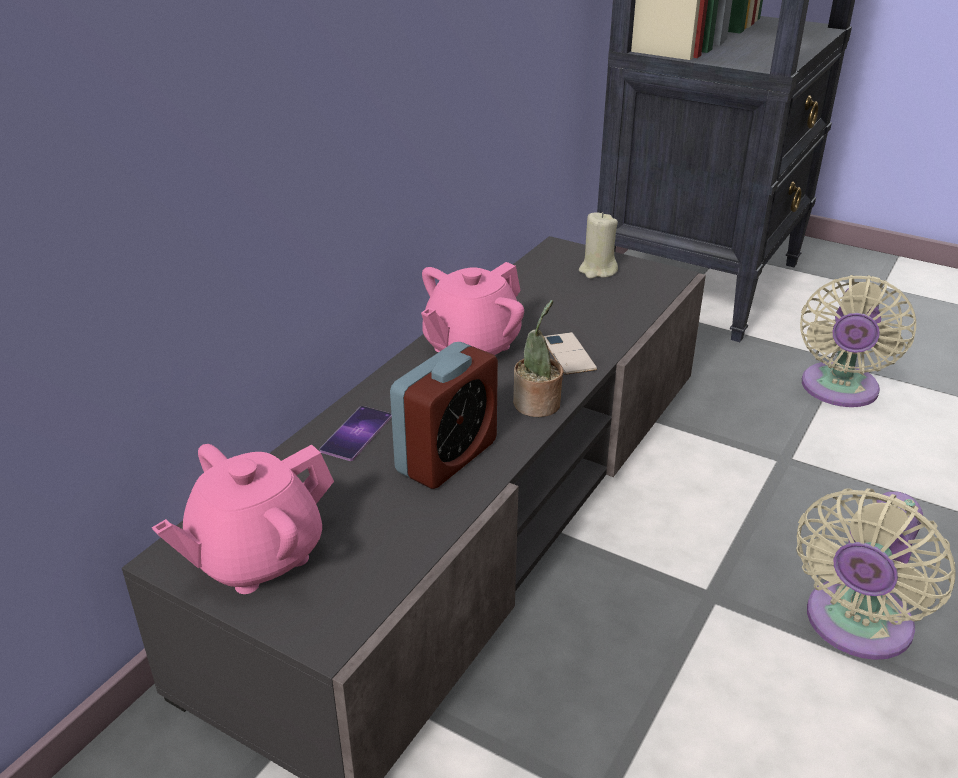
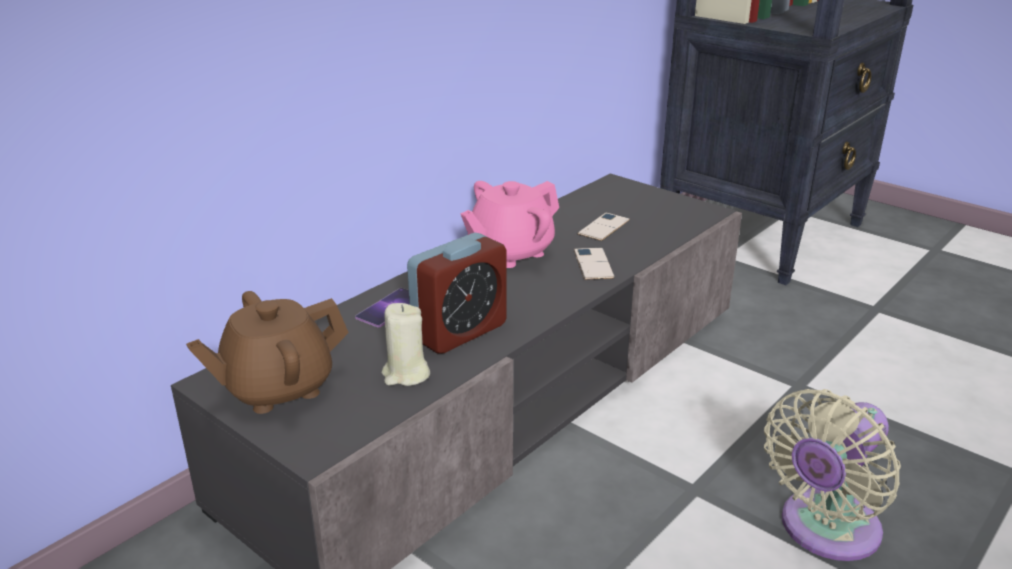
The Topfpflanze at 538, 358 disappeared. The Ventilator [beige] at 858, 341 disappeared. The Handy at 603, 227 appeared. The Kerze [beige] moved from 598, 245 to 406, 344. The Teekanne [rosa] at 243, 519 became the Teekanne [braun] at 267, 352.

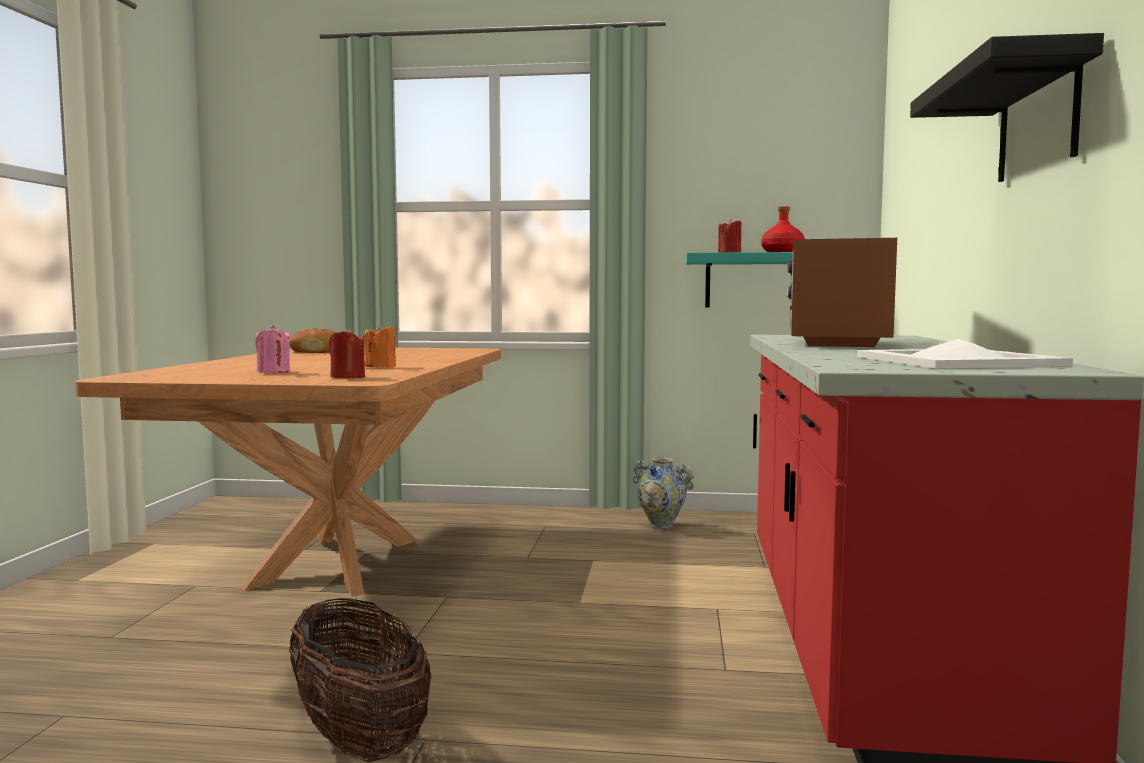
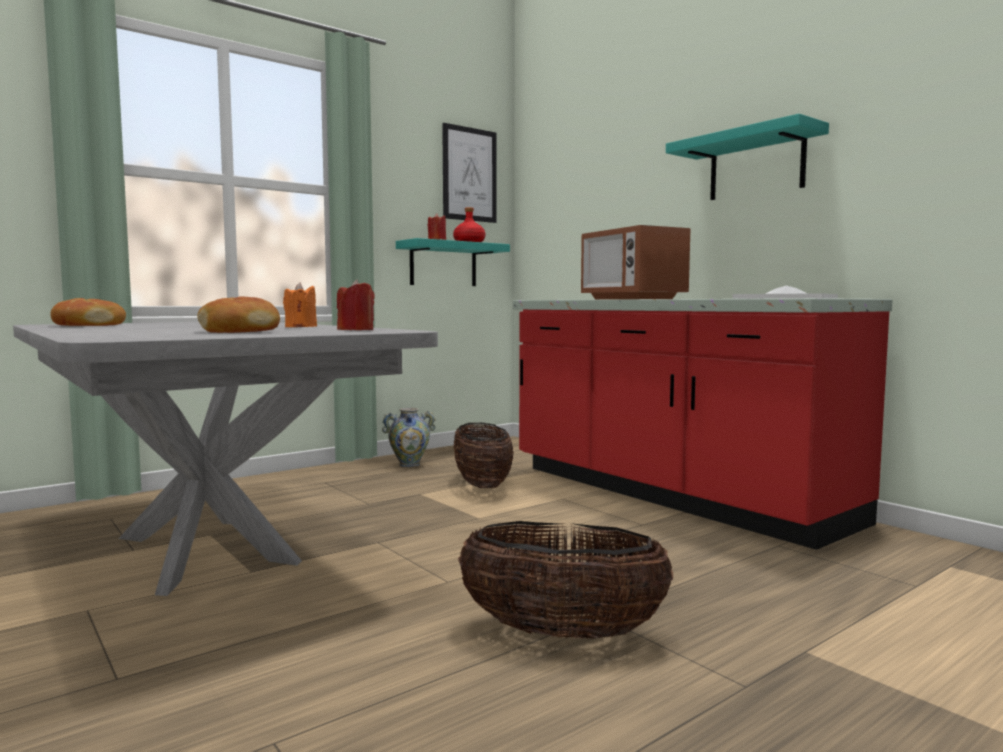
The Bild at 469, 173 appeared. The Korb at 484, 456 appeared. The Kerze [rosa] at 272, 349 was replaced by the Brot at 238, 314. The Esstisch [braun] at 288, 472 became the Esstisch [grau] at 225, 459. The Wandregal [schwarz] at 1007, 107 became the Wandregal [türkis] at 747, 157.

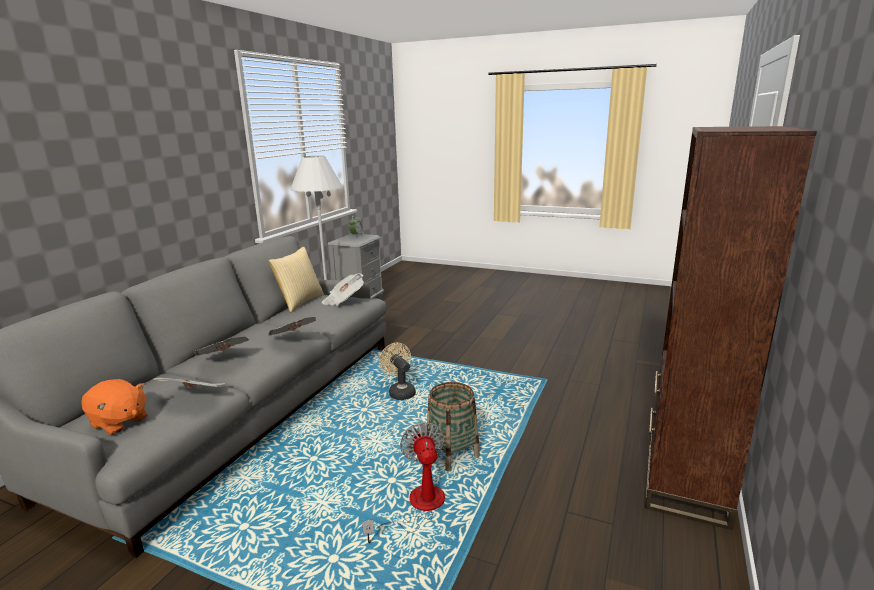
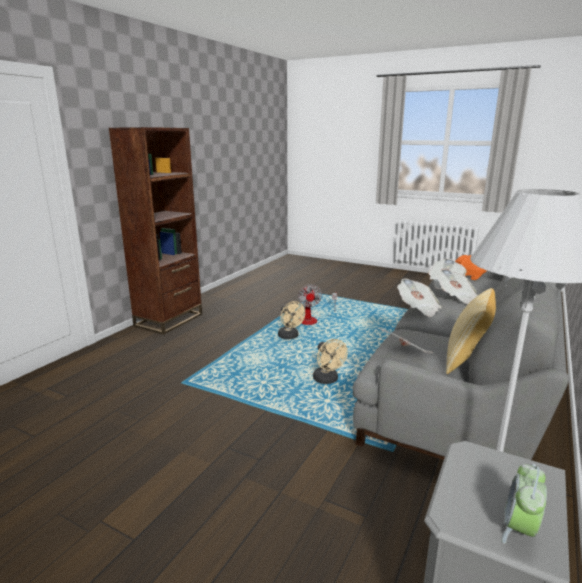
The Korb at 453, 426 was replaced by the Ventilator [beige] at 292, 320.

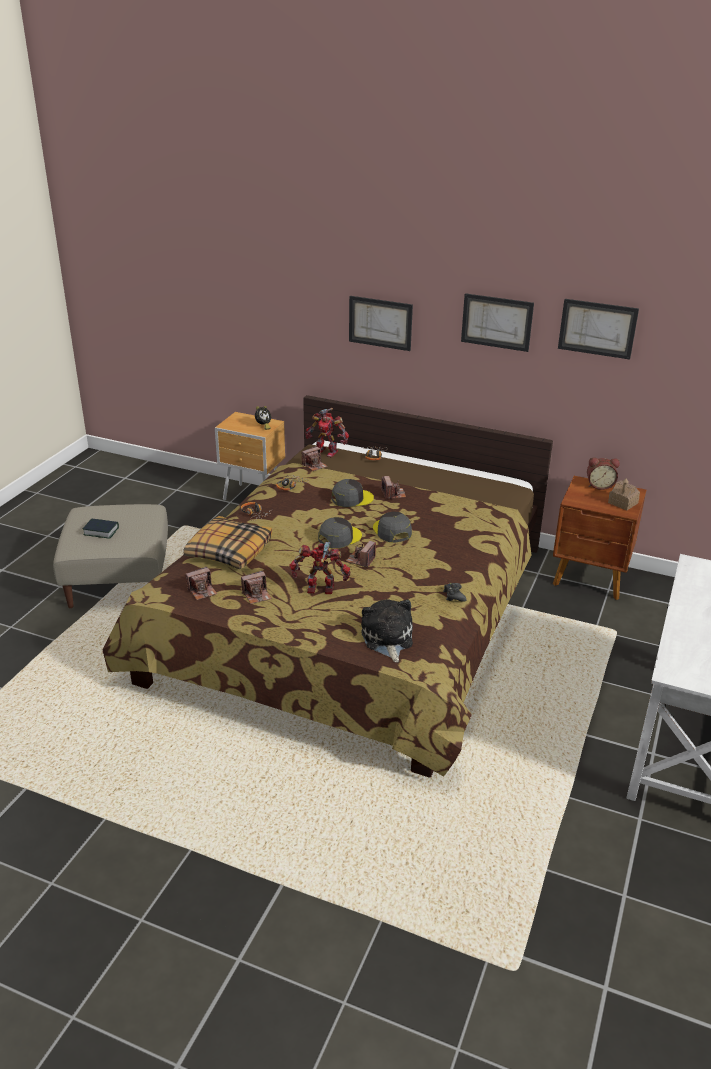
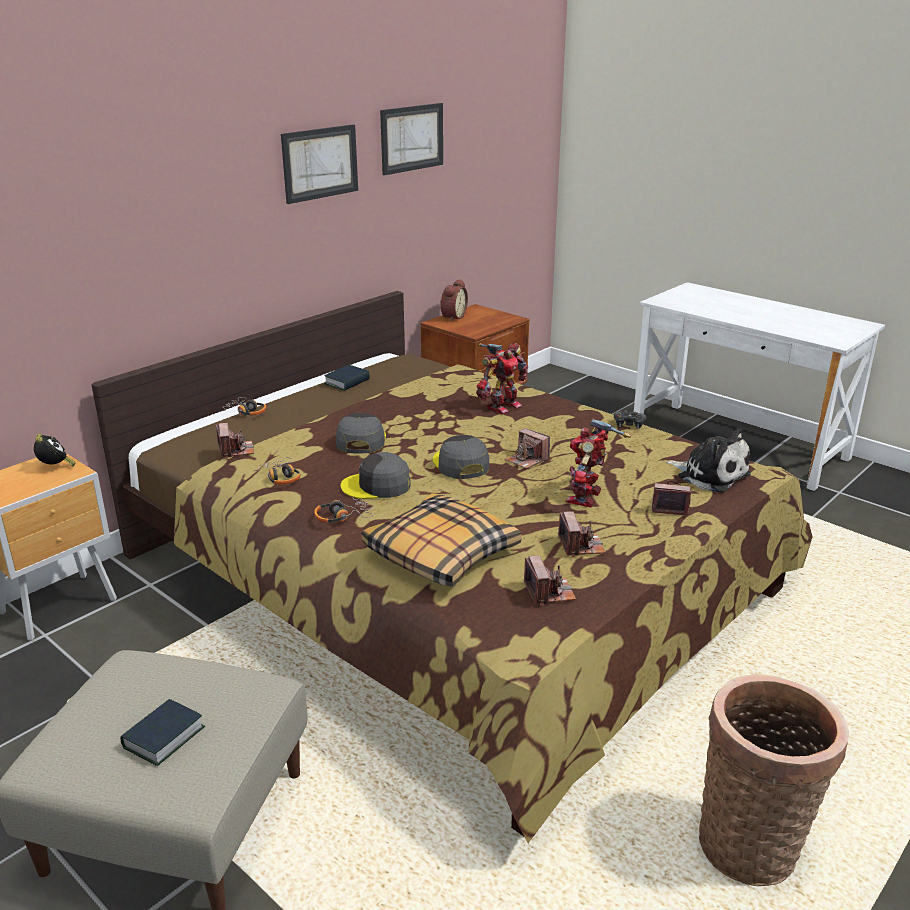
The Bild at 381, 323 disappeared. The Spielzeughaus at 624, 494 disappeared. The Buch at 347, 378 appeared. The Korb at 774, 780 appeared. The Spielzeugroboter moved from 327, 432 to 502, 379. The Kappe [grau] moved from 392, 527 to 375, 475. The Kamera moved from 393, 488 to 671, 497. The Plüschtier at 387, 631 turned 150 degrees counterclockwise.

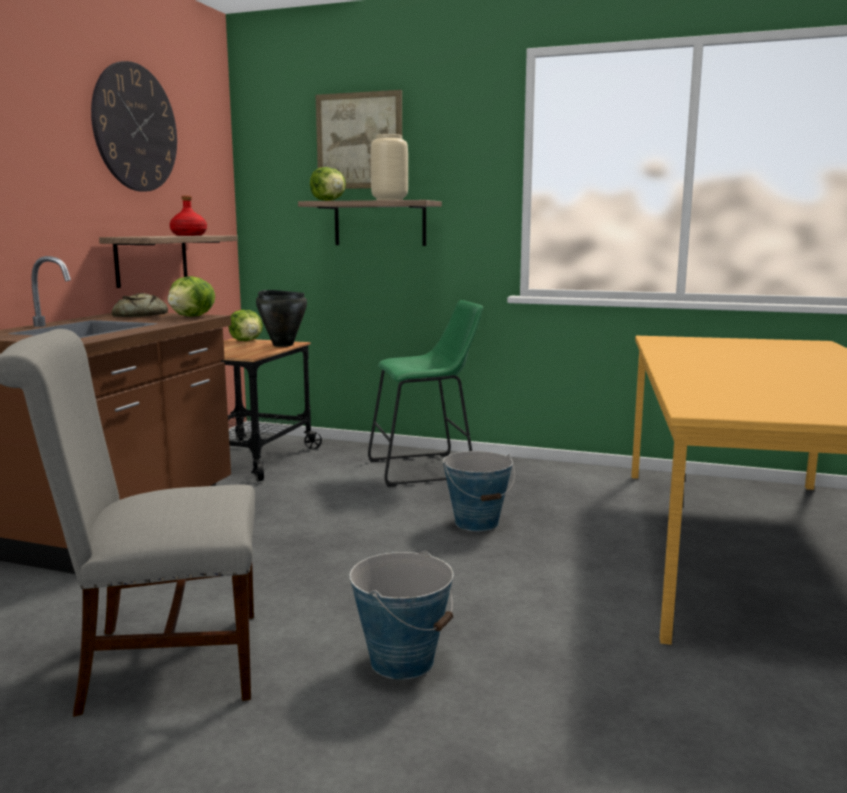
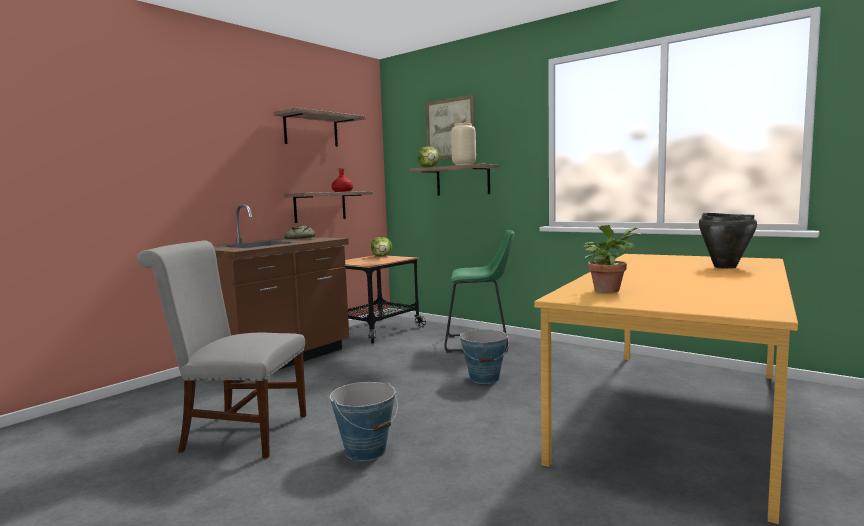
The Salatkopf at 191, 296 disappeared. The Topfpflanze at 611, 259 appeared. The Kochtopf [schwarz] moved from 281, 318 to 728, 241. The Wanduhr at 134, 126 was replaced by the Wandregal at 319, 127.

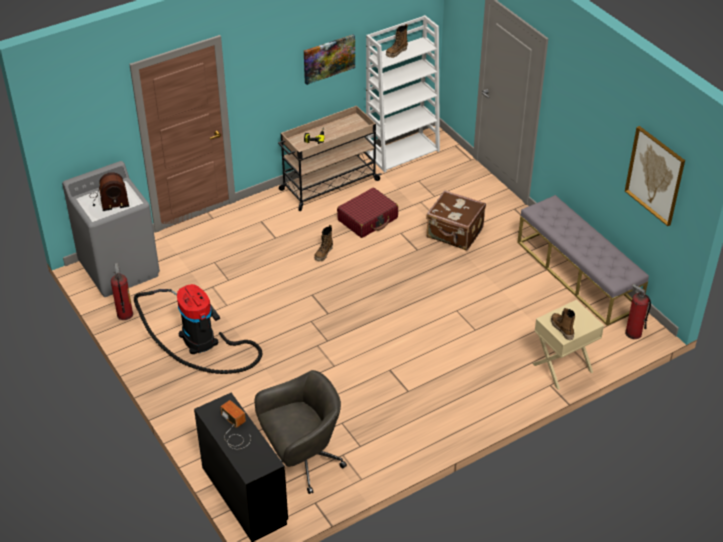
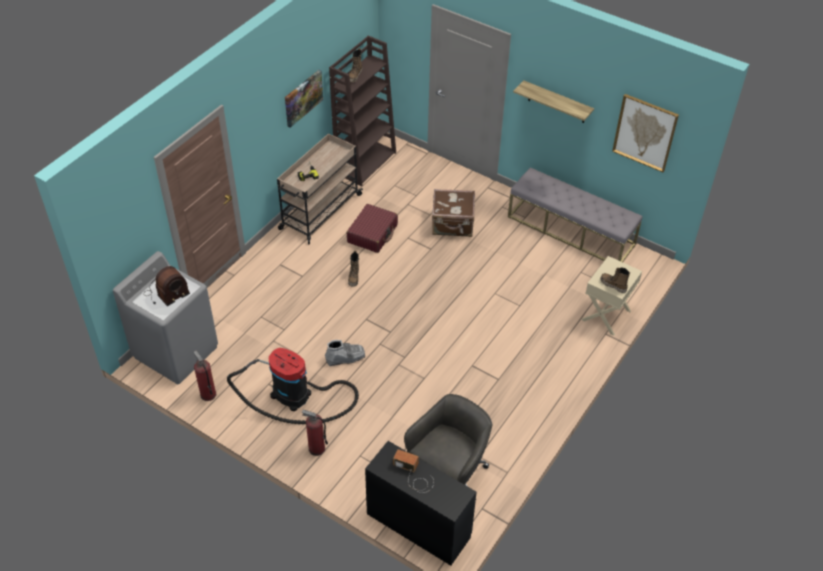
The Stiefel [grau] at 345, 353 appeared. The Wandregal at 553, 101 appeared. The Feuerlöscher moved from 638, 311 to 315, 433. The Bücherregal [weiß] at 403, 93 became the Bücherregal [braun] at 362, 111.

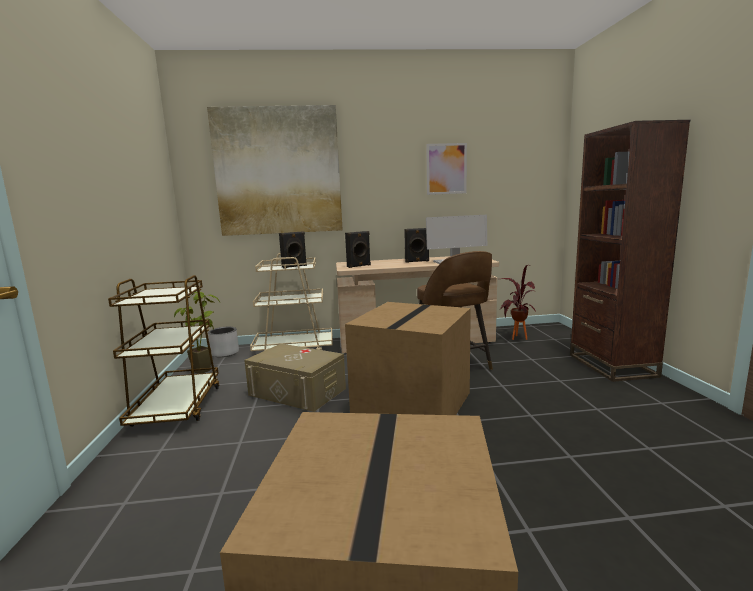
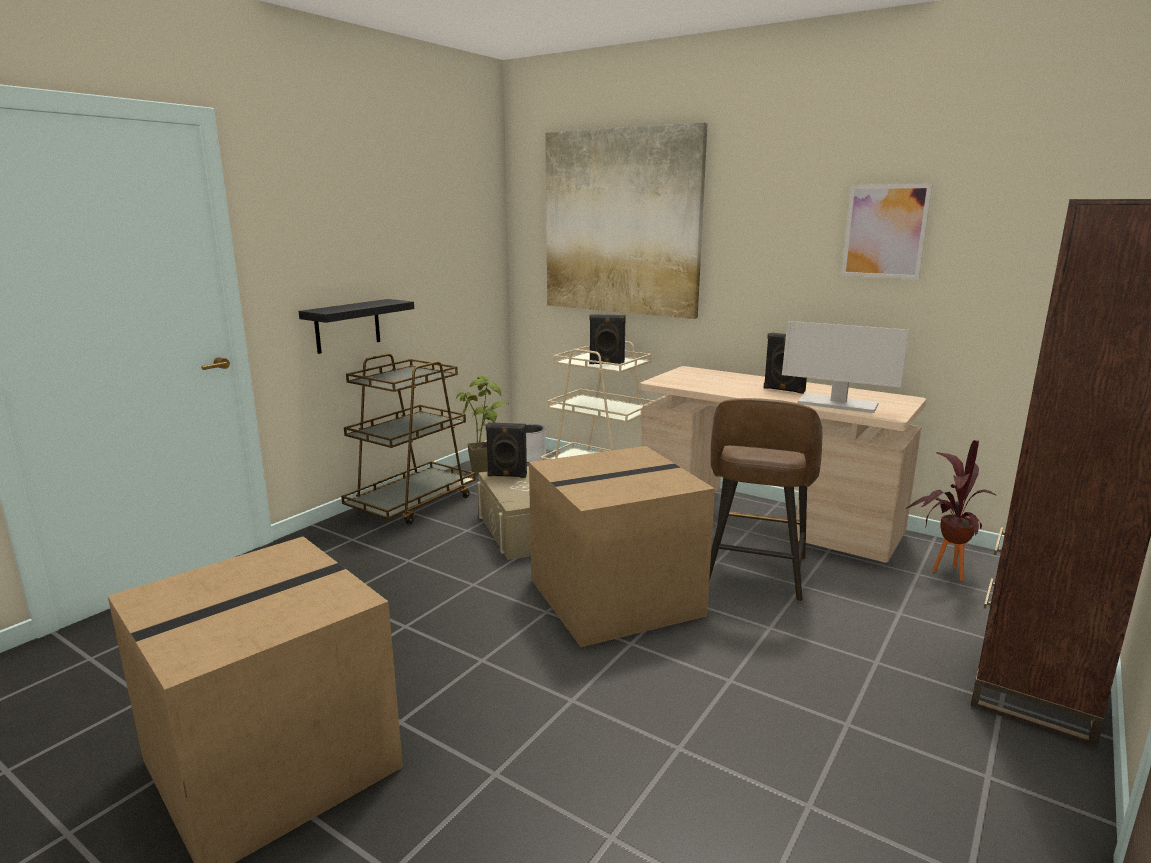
The Wandregal [schwarz] at 356, 326 appeared. The Lautsprecher [schwarz] moved from 358, 249 to 506, 450.

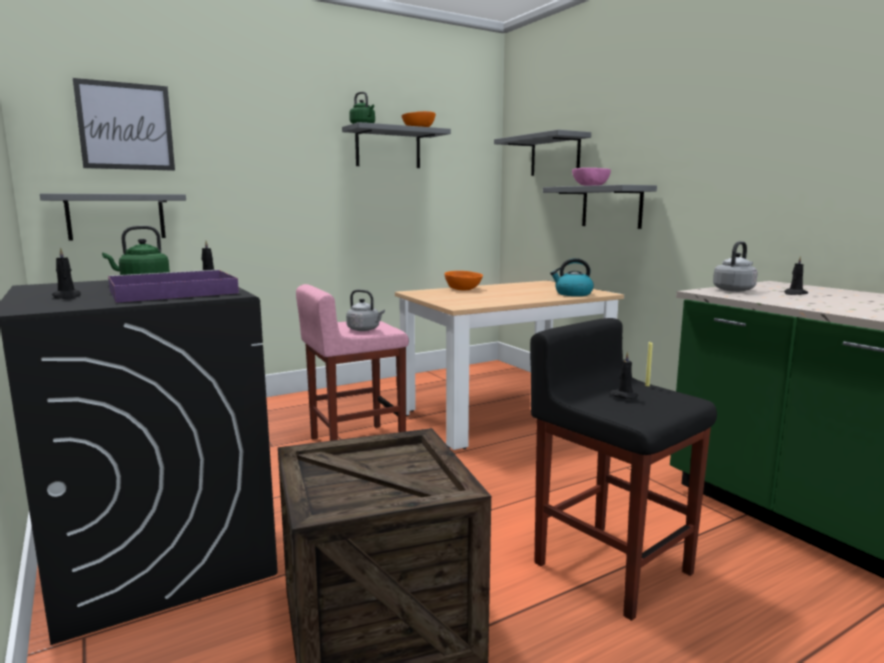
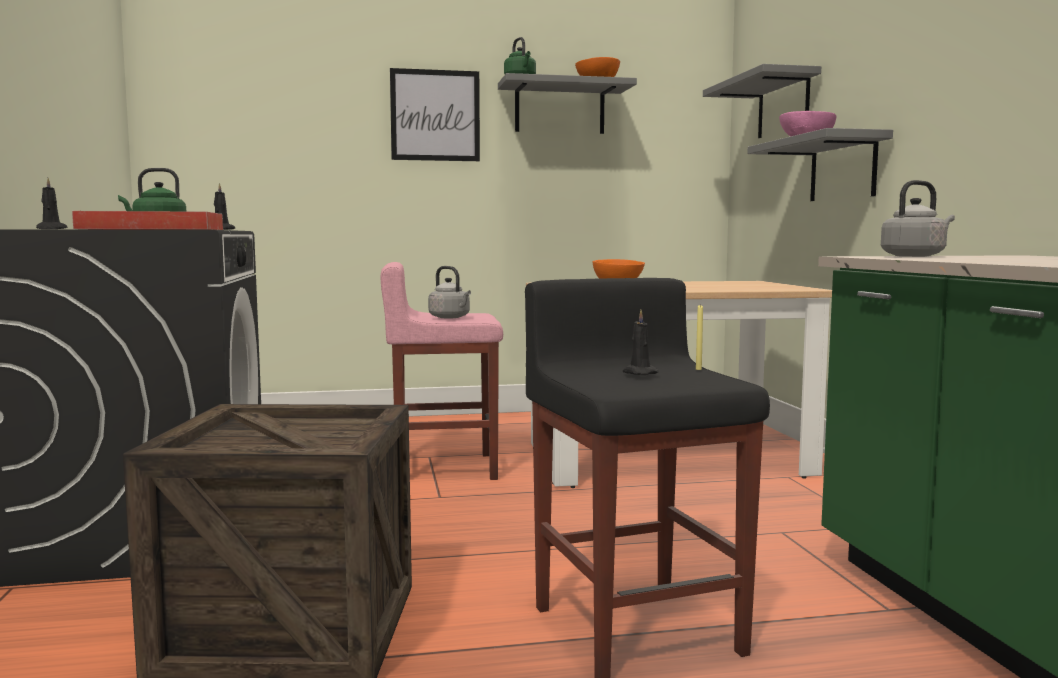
The Wandregal [grau] at 113, 217 disappeared. The Wasserkessel at 572, 277 disappeared. The Kerze [schwarz] at 796, 275 disappeared. The Bild moved from 124, 124 to 435, 114. The Tablett [lila] at 173, 286 became the Tablett [rot] at 147, 220.

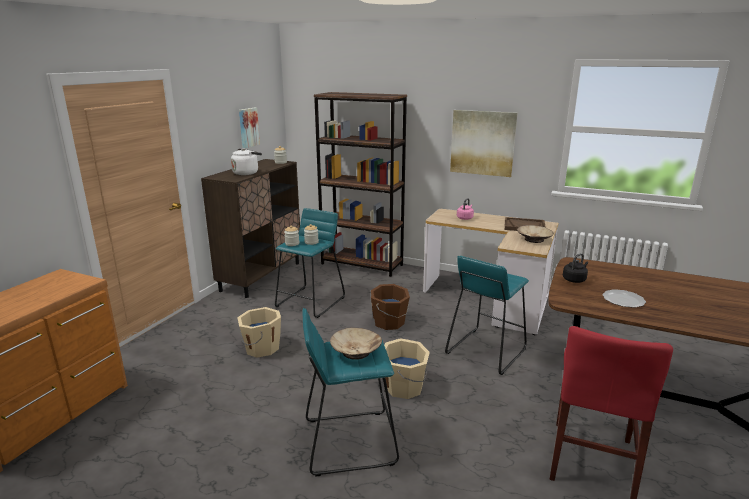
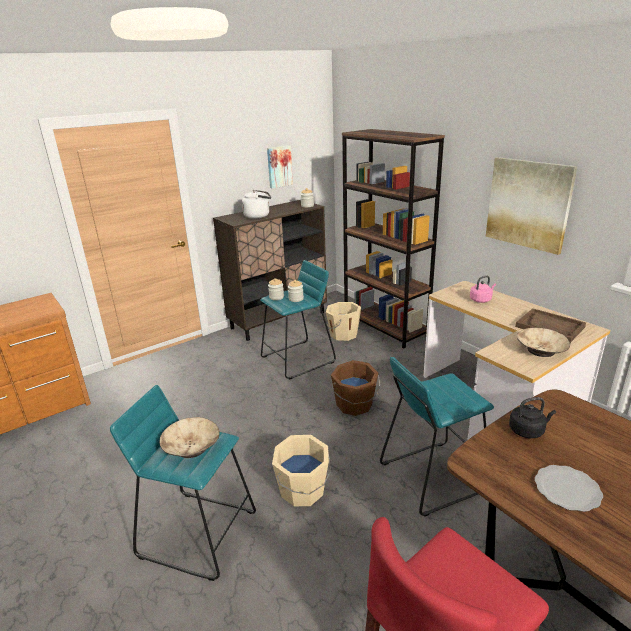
The Eimer [beige] moved from 259, 332 to 343, 321.

